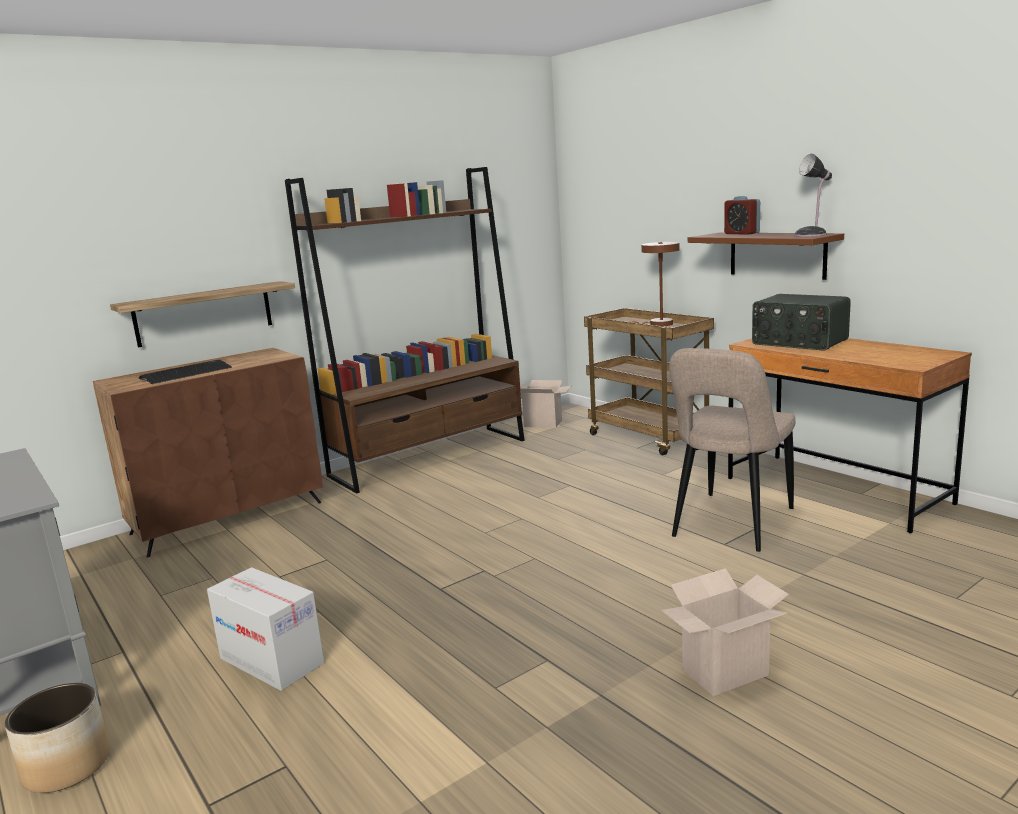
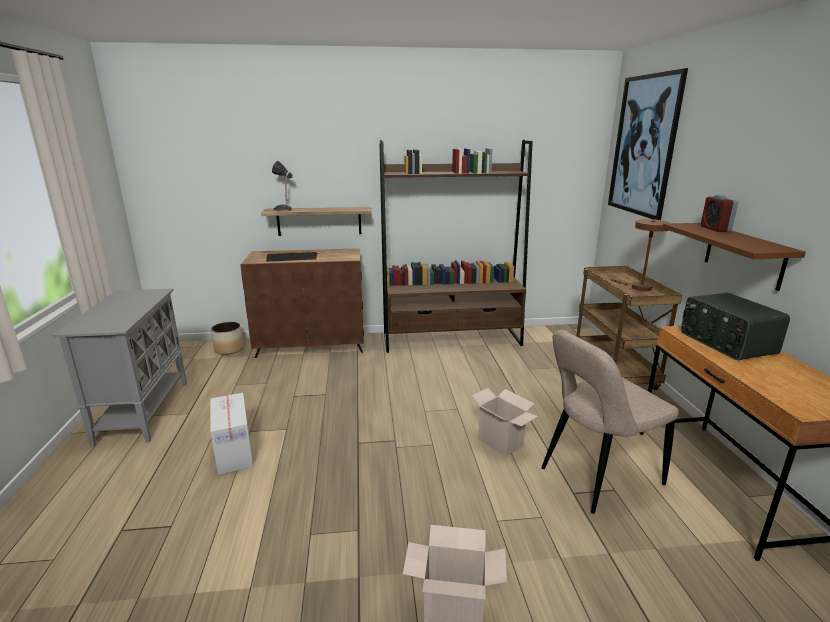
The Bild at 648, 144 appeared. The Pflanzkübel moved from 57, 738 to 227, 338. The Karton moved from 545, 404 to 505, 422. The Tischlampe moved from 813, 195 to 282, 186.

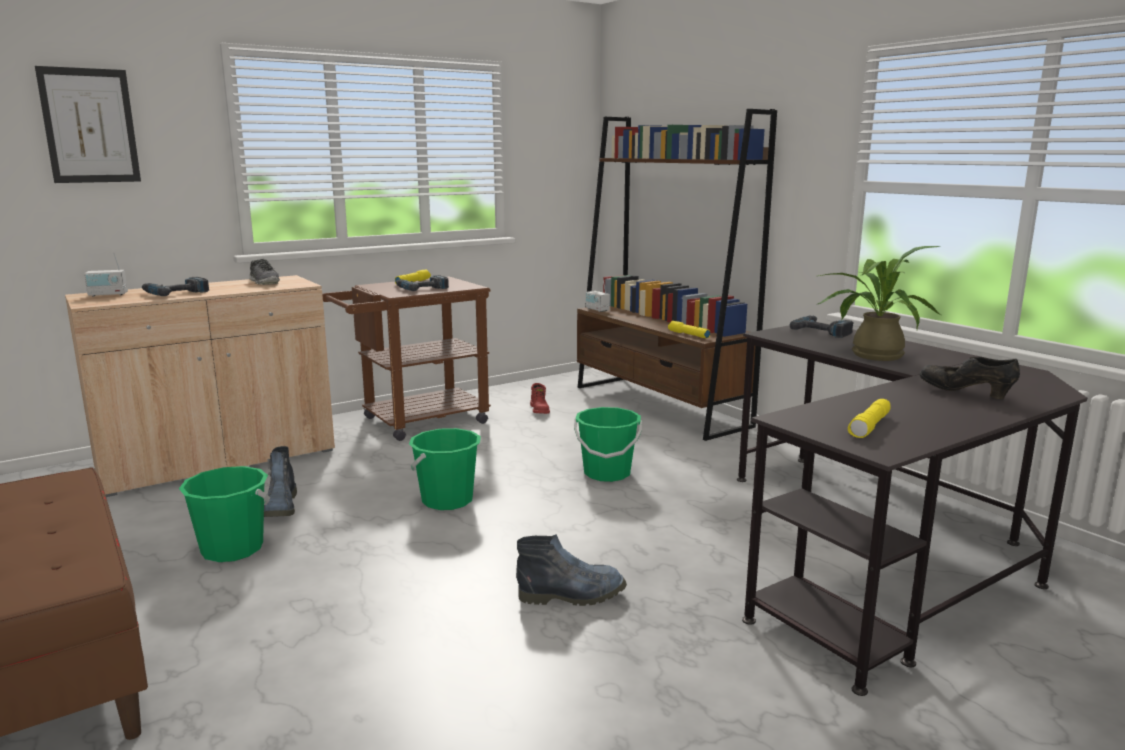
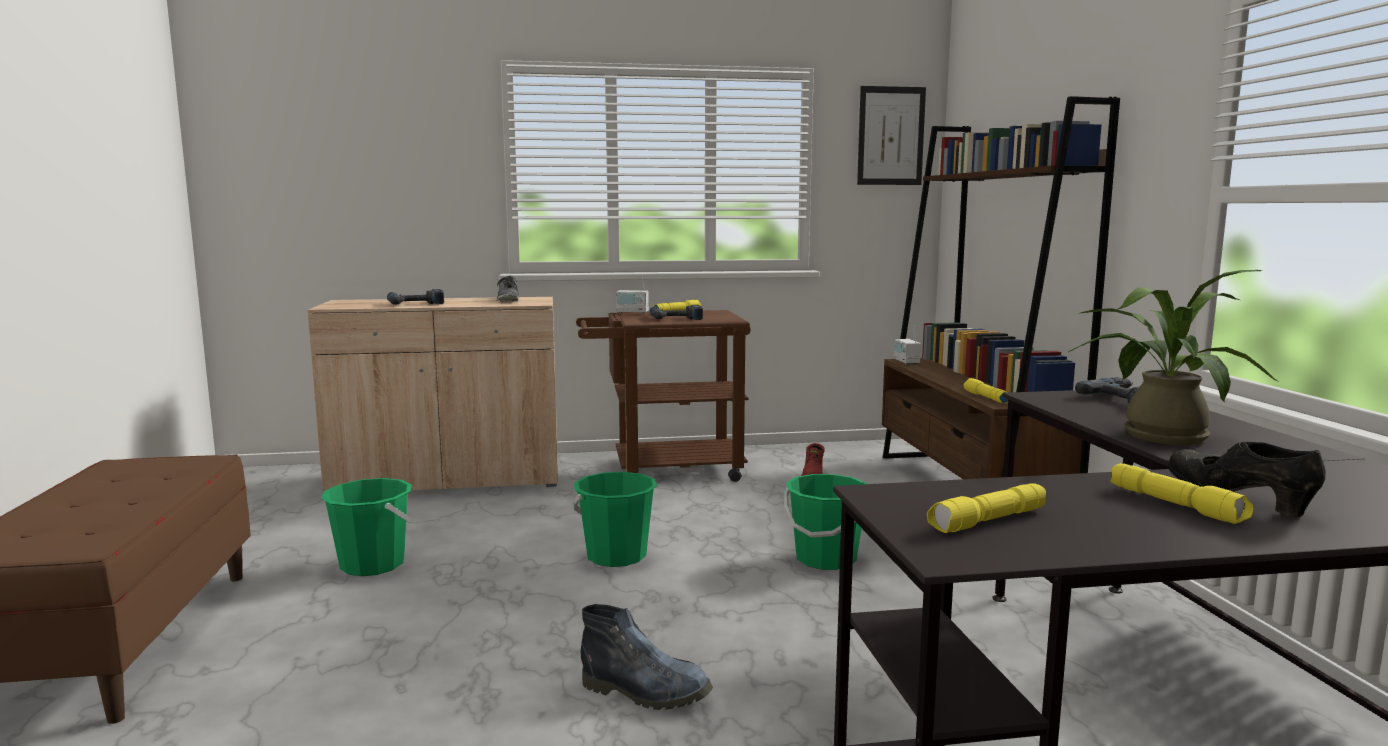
The Stiefel at 280, 481 disappeared. The Taschenlampe [gelb] at 1182, 493 appeared. The Bild moved from 88, 124 to 891, 135. The Radio moved from 106, 274 to 632, 294.

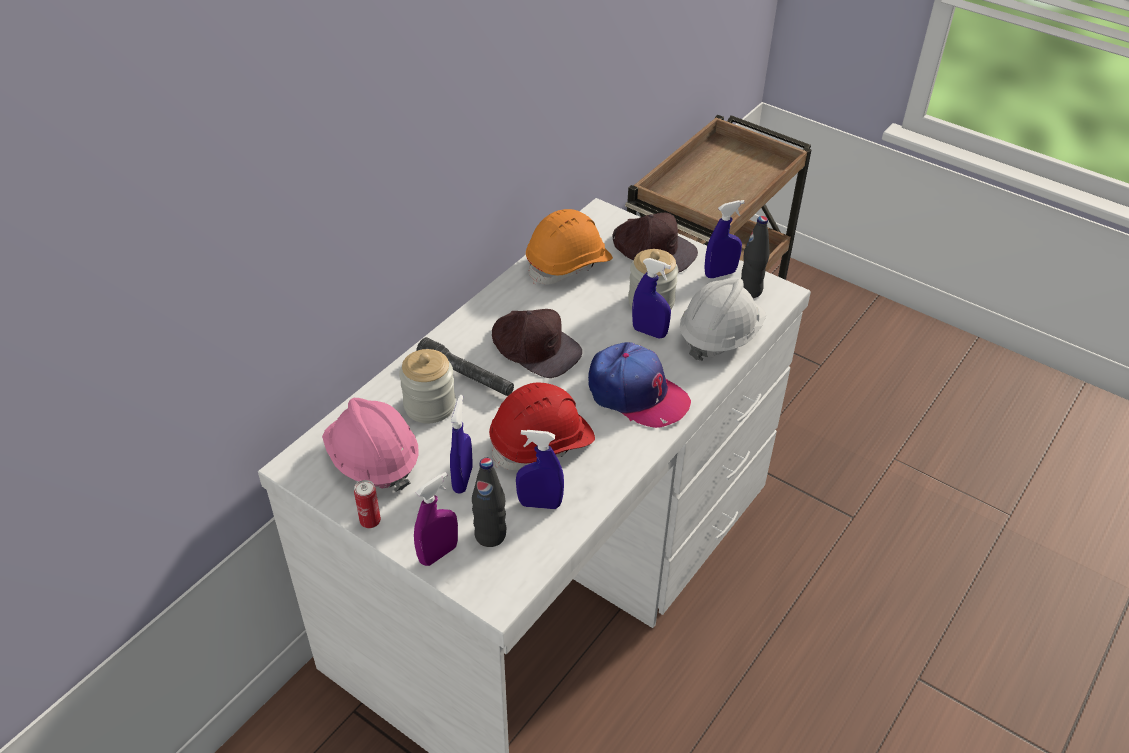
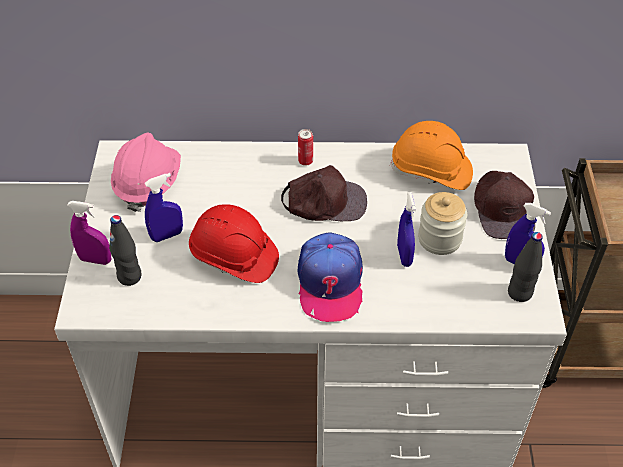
The Vorratsglas at 427, 386 disappeared. The Taschenlampe [grau] at 465, 366 disappeared. The Sprühflasche [blau] at 540, 469 disappeared. The Schutzhelm [weiß] at 723, 319 disappeared. The Dose moved from 367, 504 to 305, 147. The Kappe [braun] at 537, 343 turned 90 degrees counterclockwise.

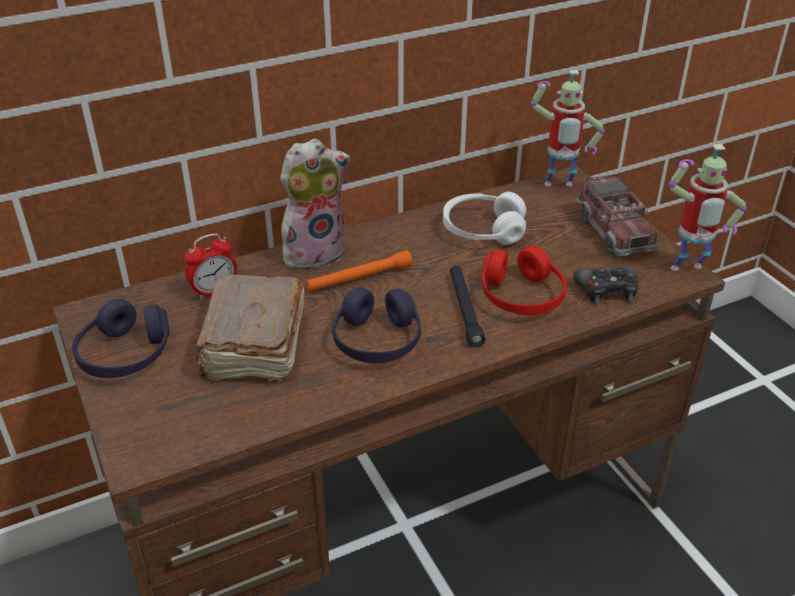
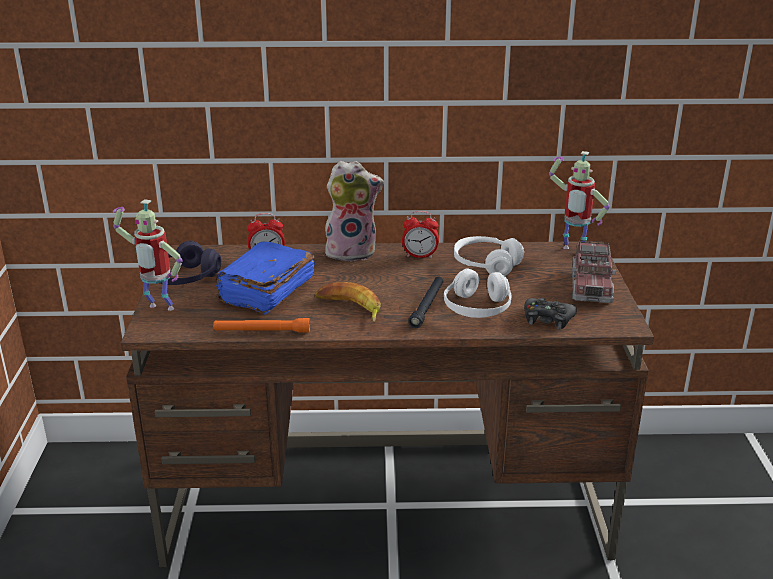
The Wecker at 420, 234 appeared. The Taschenlampe [orange] moved from 359, 271 to 261, 325. The Spielzeugroboter moved from 708, 207 to 148, 255. The Kopfhörer [lila] at 376, 325 was replaced by the Banane at 347, 302. The Buch [braun] at 249, 329 became the Buch [blau] at 265, 278. The Kopfhörer [rot] at 524, 280 became the Kopfhörer [weiß] at 477, 293.

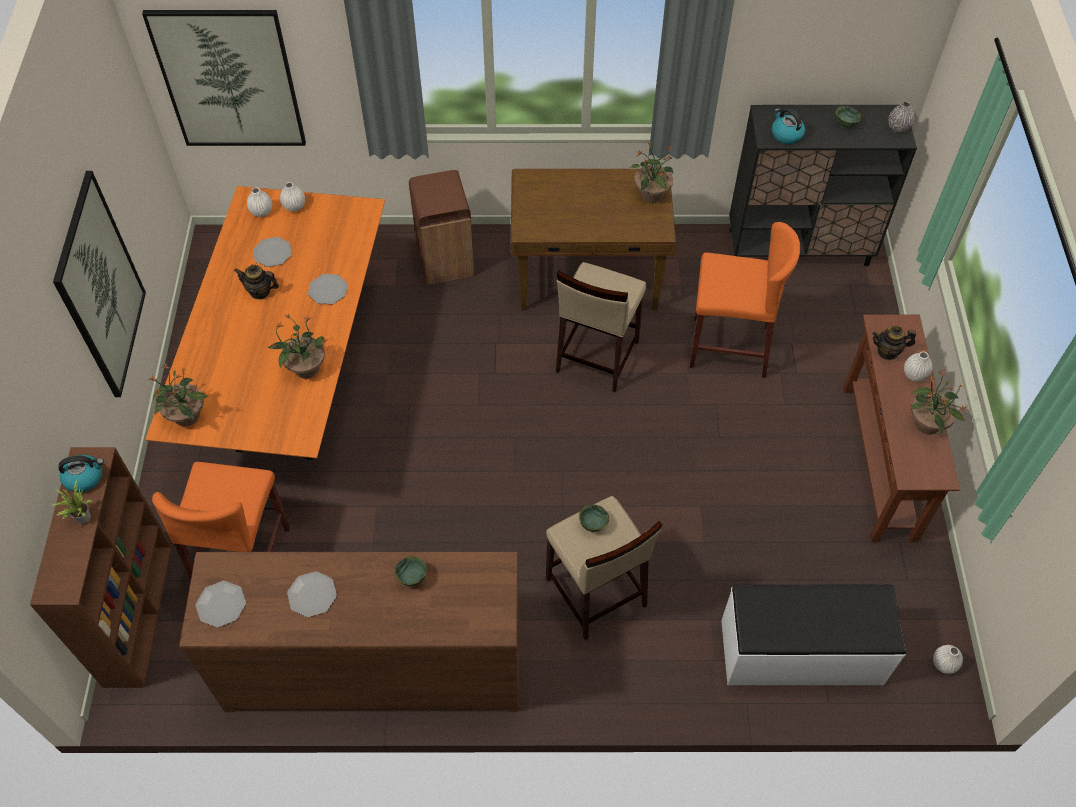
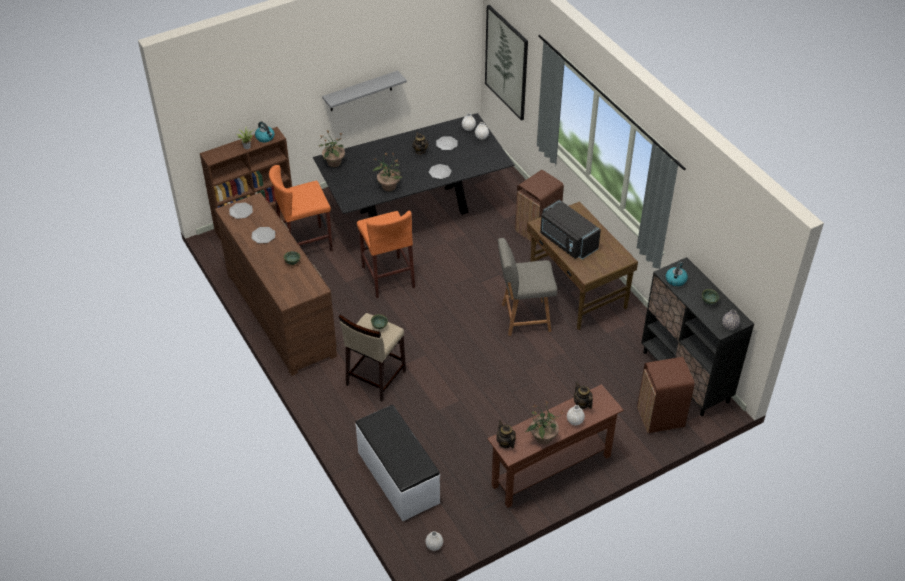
The Topfpflanze at 651, 172 disappeared. The Teekanne at 506, 434 appeared. The Mikrowelle [schwarz] at 570, 229 appeared. The Mülleimer [braun] at 666, 395 appeared. The Hocker [orange] moved from 744, 300 to 386, 254. The Bild at 99, 284 was replaced by the Wandregal [grau] at 364, 90. The Hocker [beige] at 601, 327 was replaced by the Stuhl [grau] at 527, 287. The Esstisch [orange] at 265, 323 became the Esstisch [schwarz] at 413, 165.

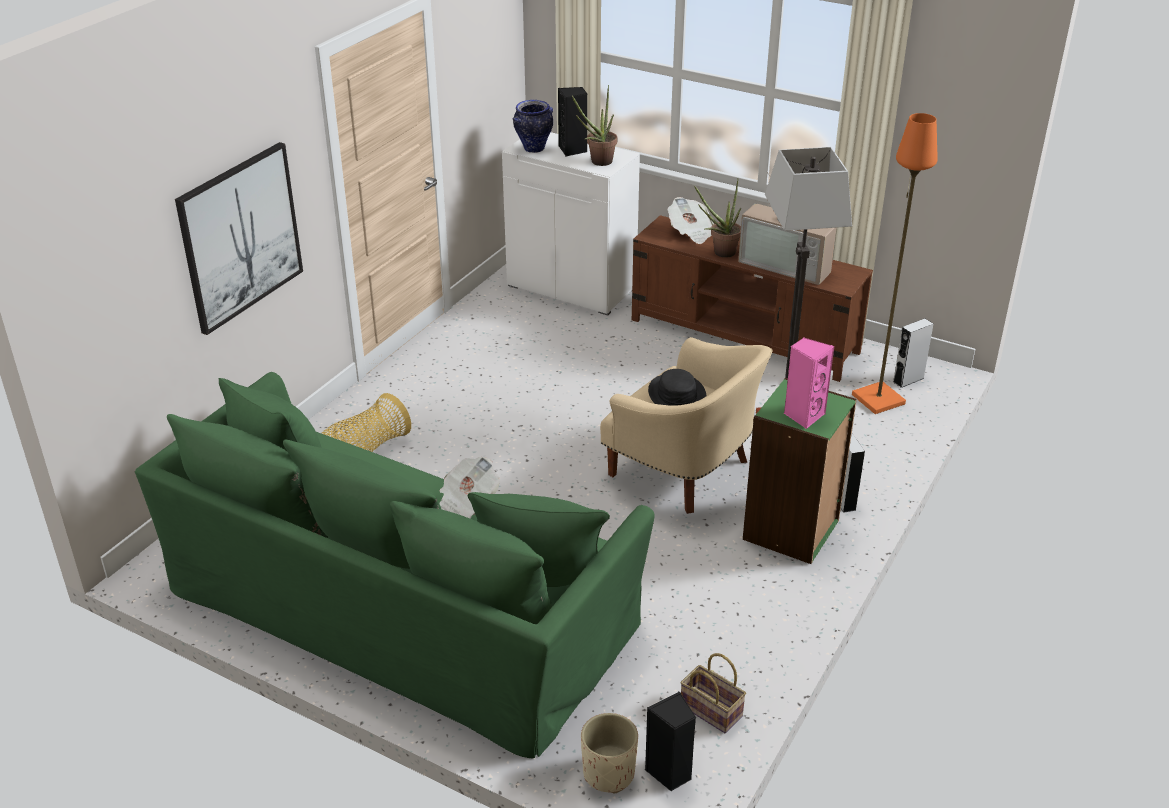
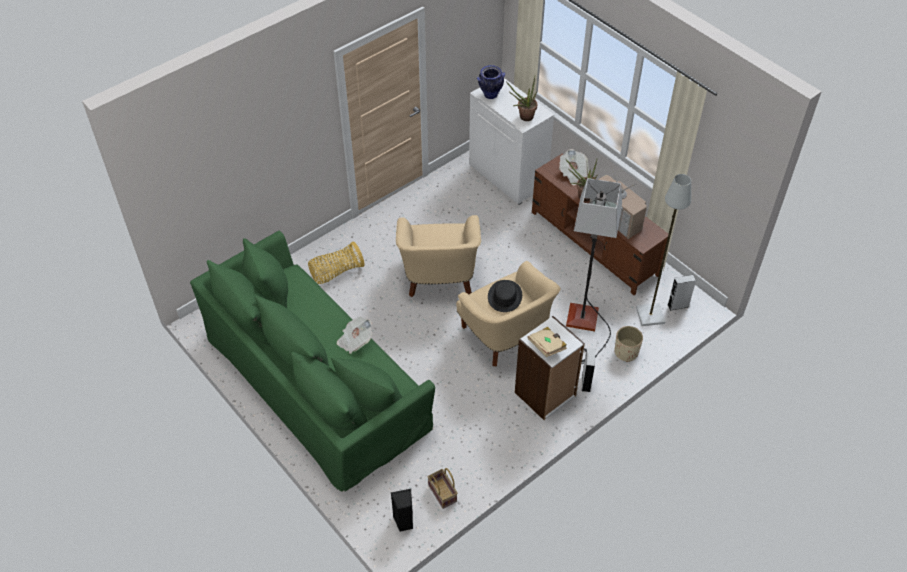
The Bild at 239, 238 disappeared. The Lautsprecher [schwarz] at 572, 122 disappeared. The Sessel [beige] at 438, 256 appeared. The Pflanzkübel [beige] moved from 609, 753 to 629, 344. The Lautsprecher [rosa] at 809, 383 was replaced by the Buch [beige] at 547, 342. The Bücherregal [grün] at 800, 471 became the Bücherregal [weiß] at 550, 368. The Stehlampe [orange] at 894, 263 became the Stehlampe [grau] at 663, 250.

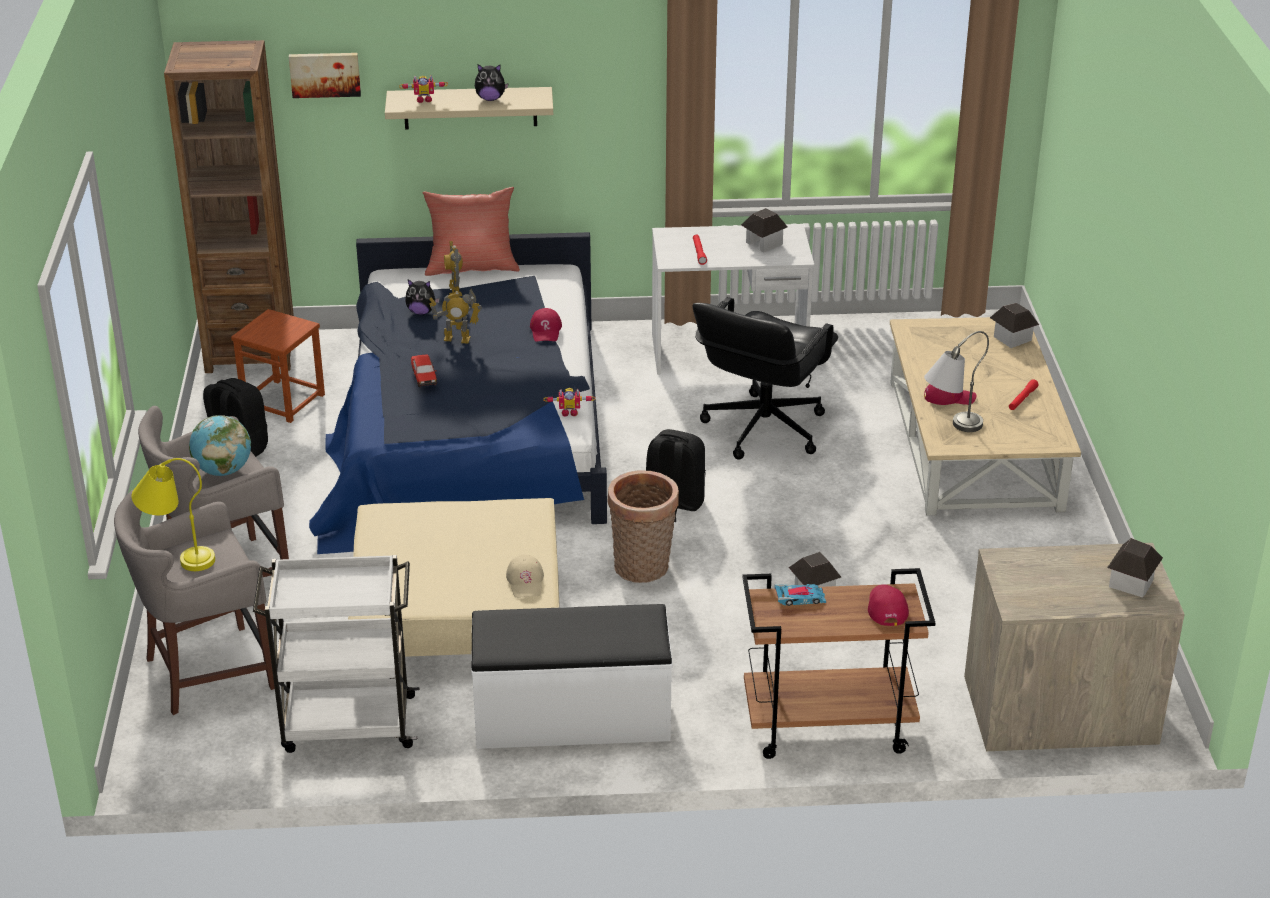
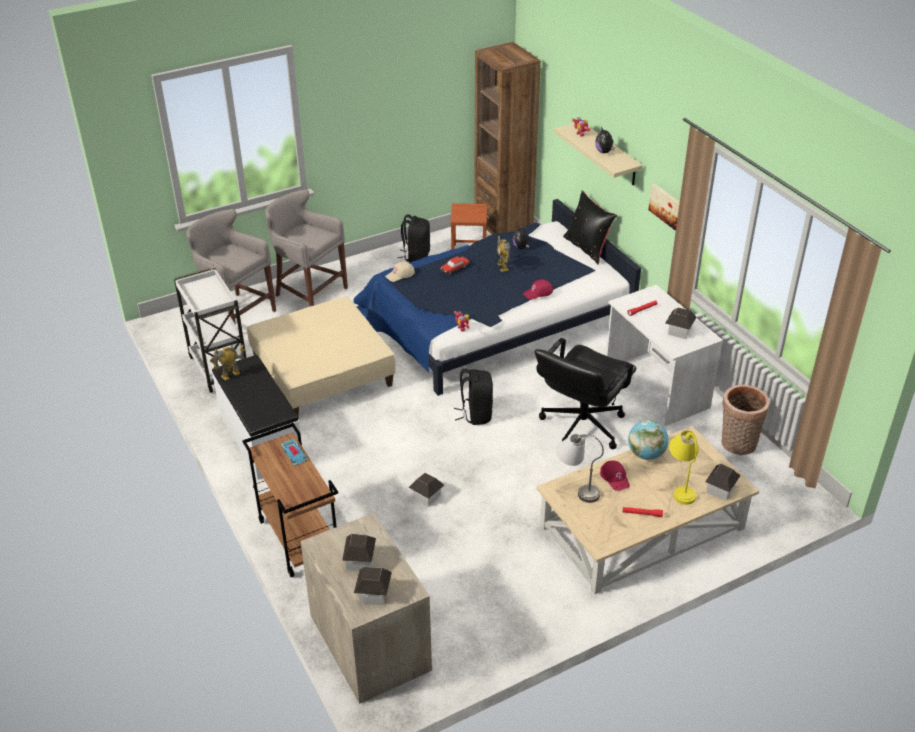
The Kappe [rot] at 888, 605 disappeared. The Spielzeughaus at 359, 552 appeared. The Tischlampe [gelb] moved from 173, 514 to 684, 468. The Globus moved from 220, 445 to 648, 440. The Bild moved from 325, 75 to 664, 207. The Spielzeugroboter moved from 453, 269 to 227, 362. The Kappe [beige] moved from 525, 576 to 400, 272. The Korb moved from 643, 526 to 745, 419. The Kissen [rot] at 471, 231 became the Kissen [schwarz] at 590, 227. The Bürostuhl [schwarz] at 765, 378 turned 60 degrees counterclockwise.

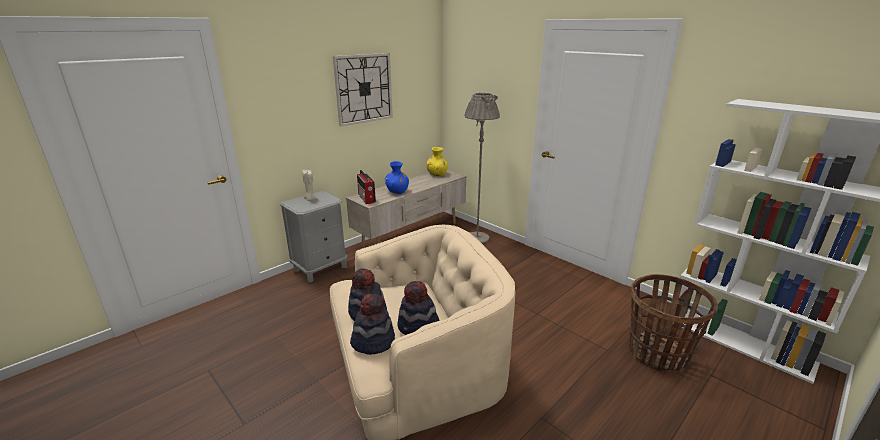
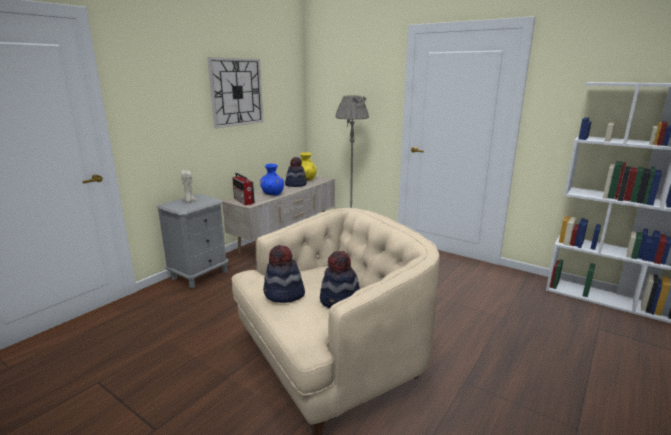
The Korb at 673, 323 disappeared. The Hut moved from 372, 324 to 296, 172.

